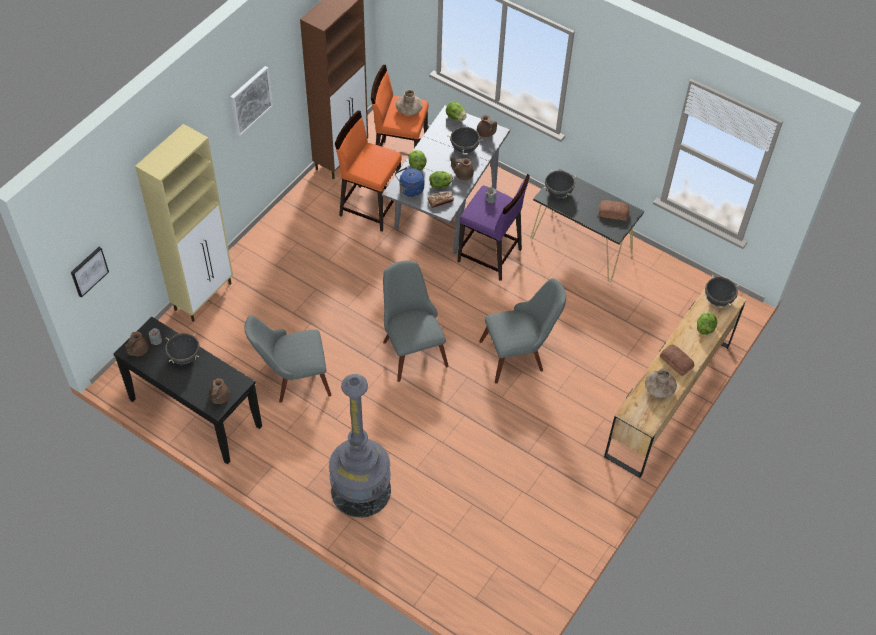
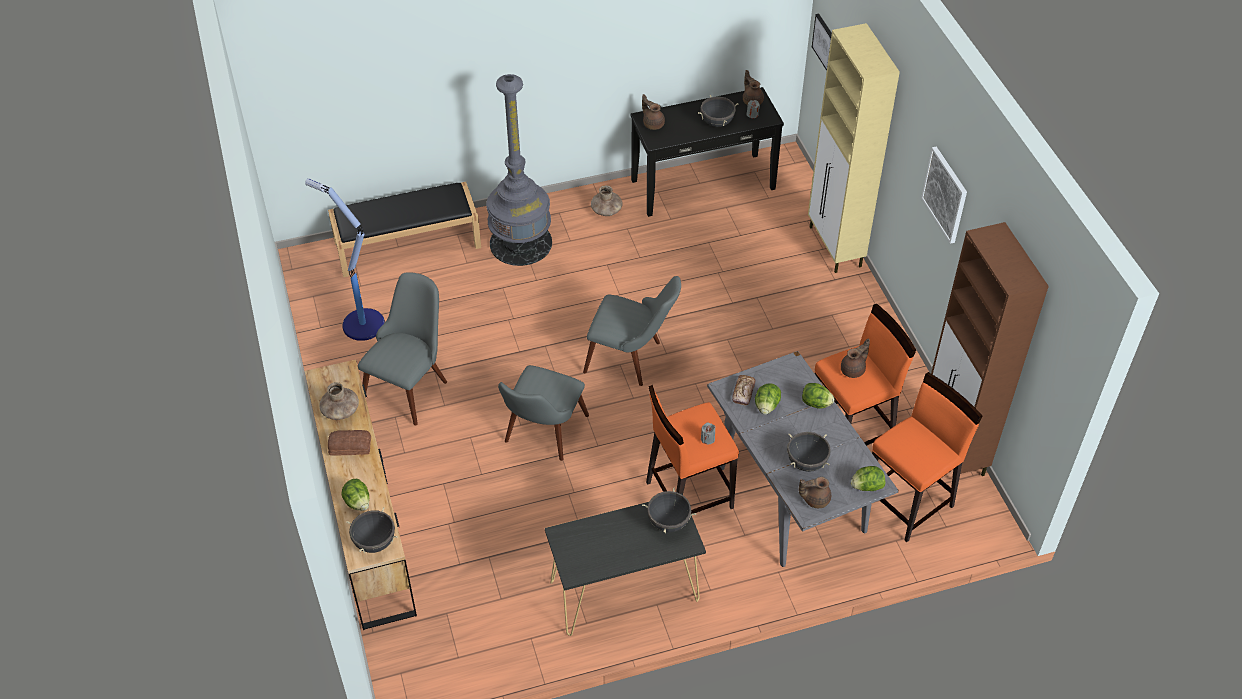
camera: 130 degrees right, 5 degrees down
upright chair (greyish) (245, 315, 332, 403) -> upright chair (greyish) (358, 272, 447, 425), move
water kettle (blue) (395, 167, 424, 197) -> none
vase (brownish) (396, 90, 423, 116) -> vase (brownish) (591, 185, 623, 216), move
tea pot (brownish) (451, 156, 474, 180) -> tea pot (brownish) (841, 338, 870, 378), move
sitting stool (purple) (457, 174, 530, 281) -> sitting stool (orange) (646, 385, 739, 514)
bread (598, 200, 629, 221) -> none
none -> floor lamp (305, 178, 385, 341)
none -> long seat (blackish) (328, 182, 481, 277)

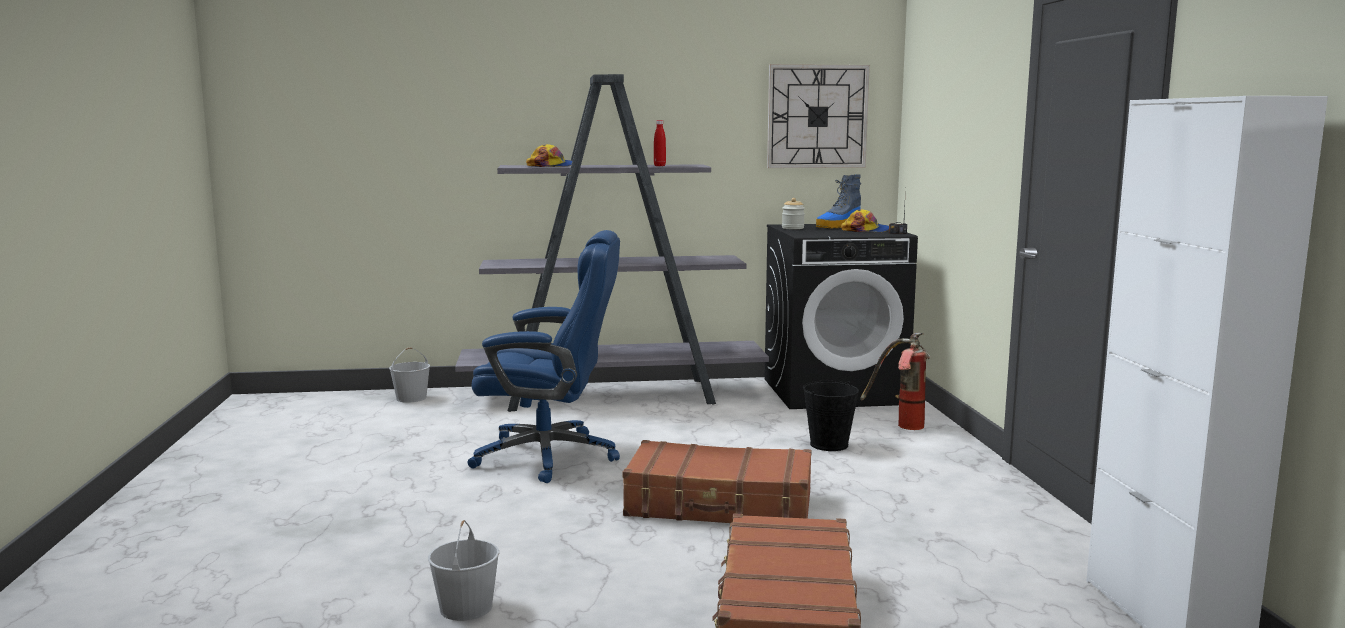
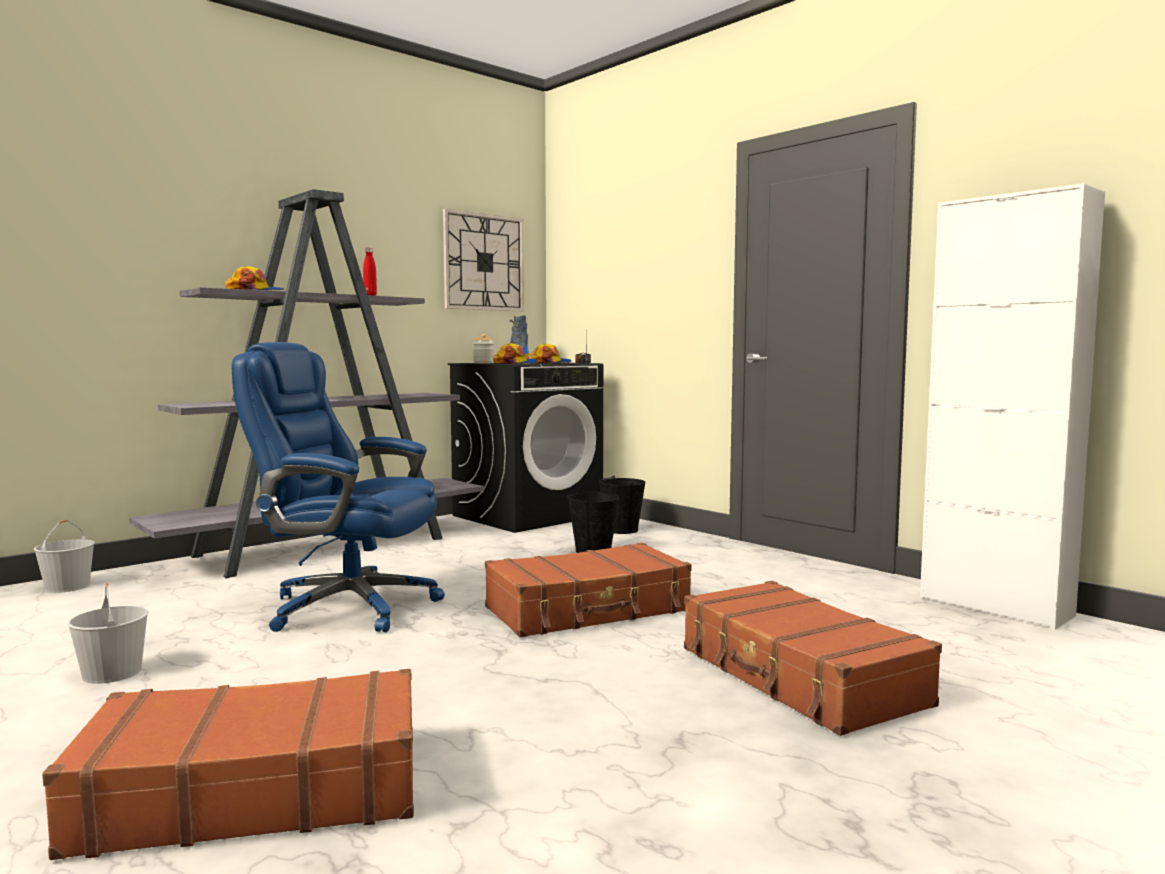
camera: 35 degrees left, 5 degrees down
water bucket (whitish) (428, 520, 499, 621) -> water bucket (whitish) (67, 583, 149, 684), move
office chair (blue) (467, 230, 620, 483) -> office chair (blue) (232, 342, 445, 632), 135 degrees counterclockwise
fire-fighting cylinder (860, 333, 930, 430) -> water bucket (blackish) (599, 476, 646, 534)
none -> piece of luggage (brownish) (42, 669, 414, 860)
none -> peaked cap (493, 343, 538, 364)

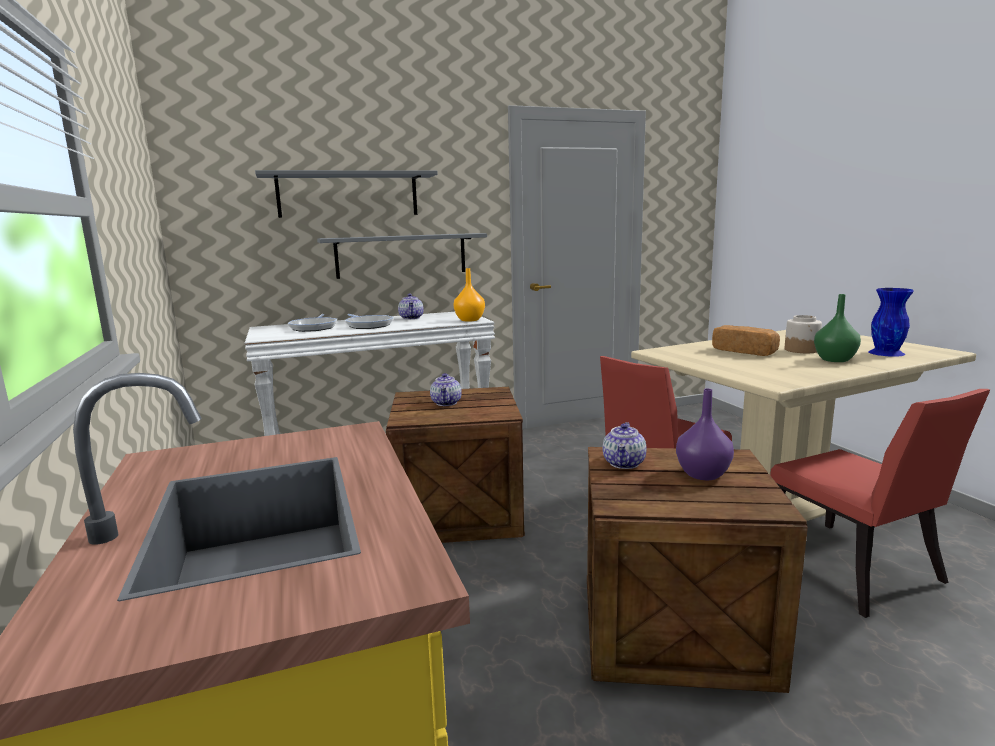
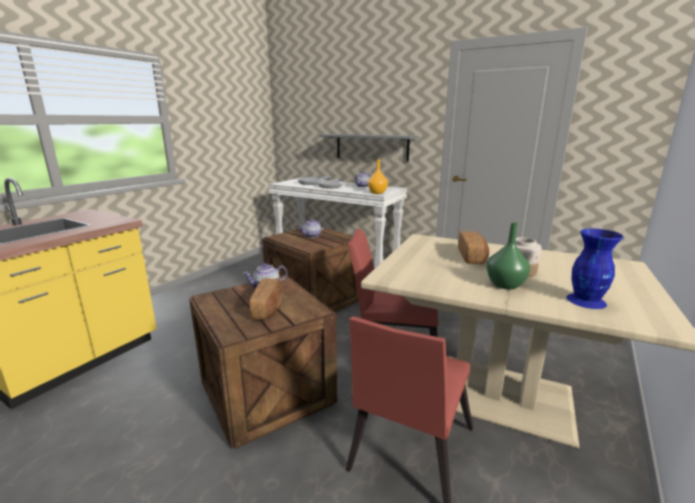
camera: 50 degrees right, 5 degrees up
shelf (greyish) (255, 170, 438, 218) -> none
vase (purple) (676, 389, 734, 480) -> bread (249, 278, 283, 319)

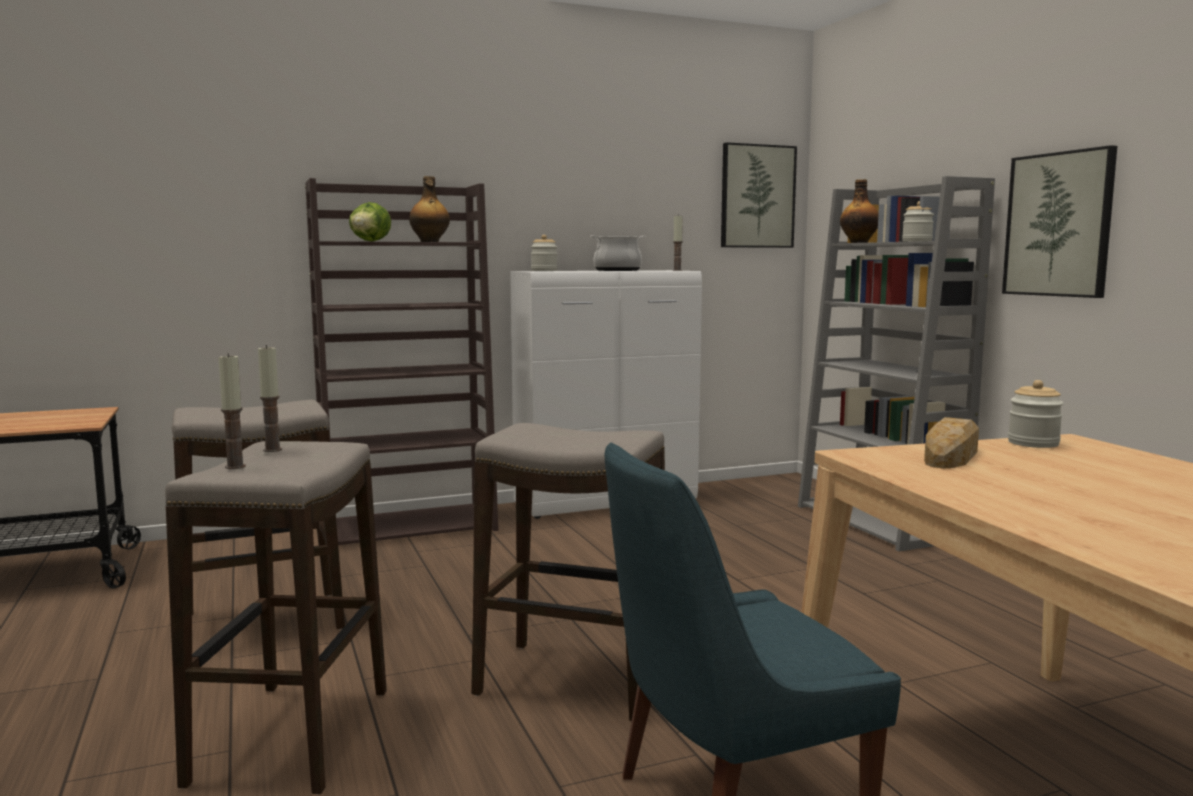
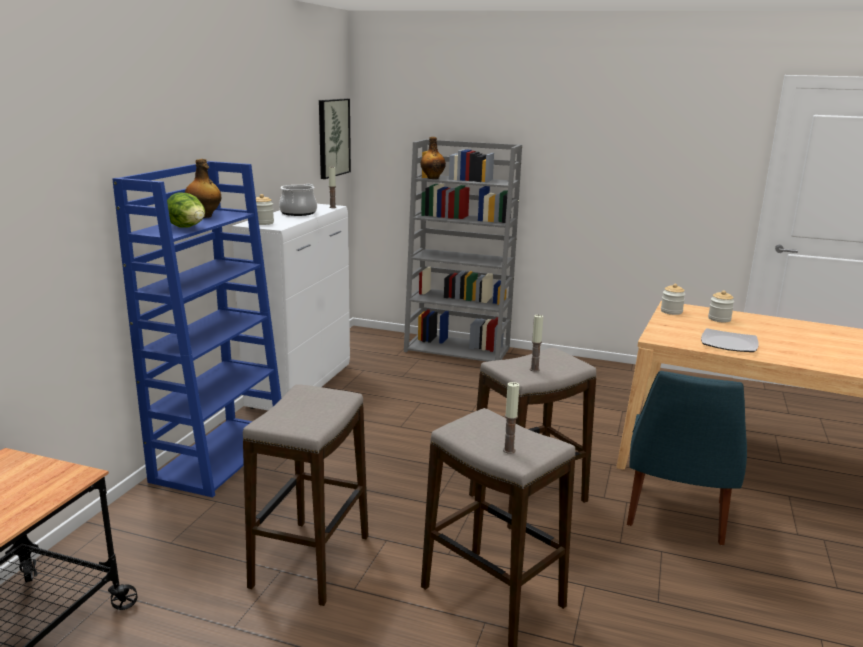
camera: 50 degrees left, 10 degrees up
wax candle (258, 345, 282, 452) -> wax candle (530, 314, 543, 372), move
shelving unit (brownish) (305, 178, 499, 545) -> shelving unit (blue) (112, 161, 281, 497)
storage jar (902, 201, 934, 242) -> storage jar (708, 290, 734, 322), move
bread (924, 417, 979, 469) -> none
wall picture (1002, 145, 1117, 298) -> none
none -> plate (701, 328, 759, 352)

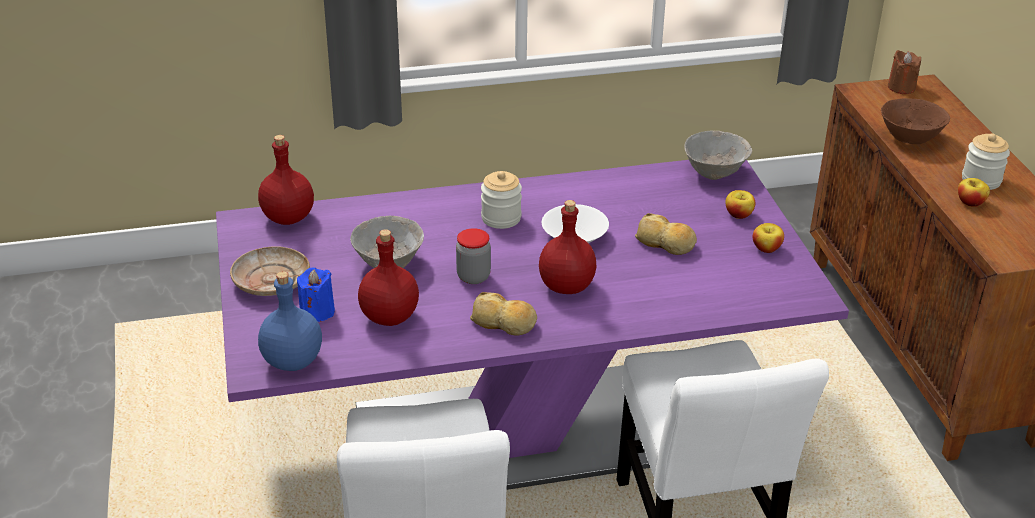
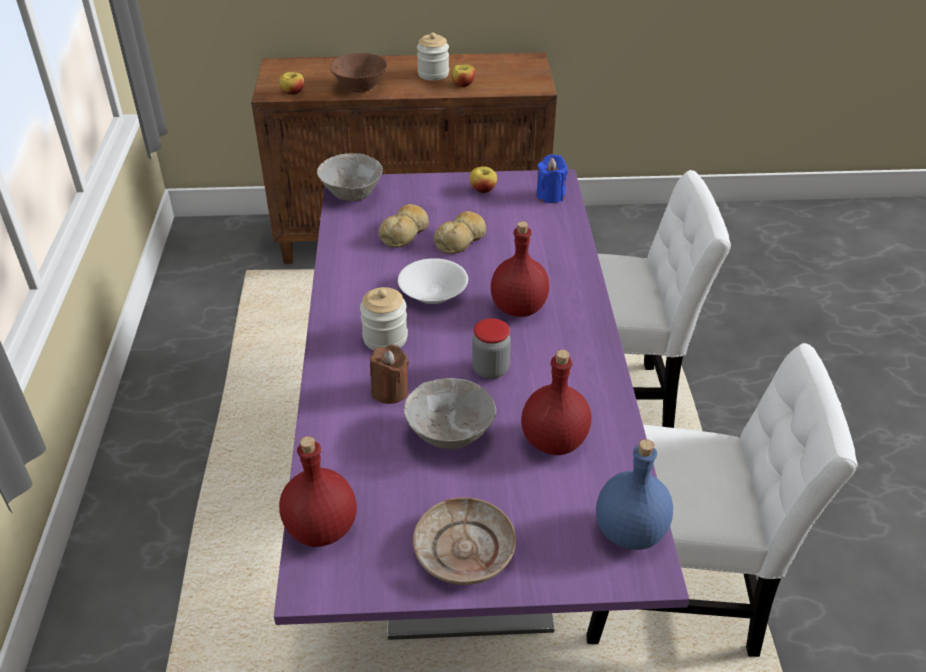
camera: 80 degrees left, 5 degrees up
wax candle (blue) (297, 268, 335, 322) -> wax candle (blue) (537, 154, 568, 203), move
bread (470, 292, 537, 336) -> bread (379, 204, 429, 248), move
apple fruit (725, 190, 755, 219) -> apple fruit (279, 72, 304, 95), move
wax candle (brownish) (888, 50, 921, 94) -> wax candle (brownish) (369, 344, 409, 404), move

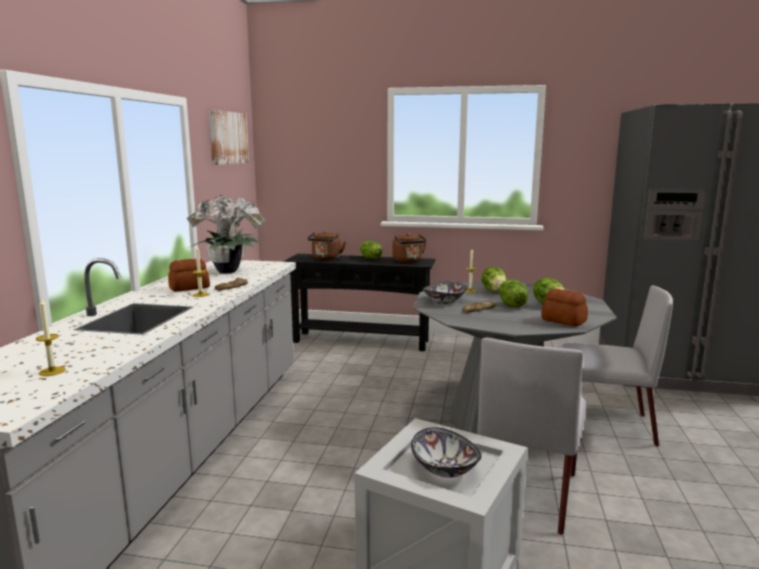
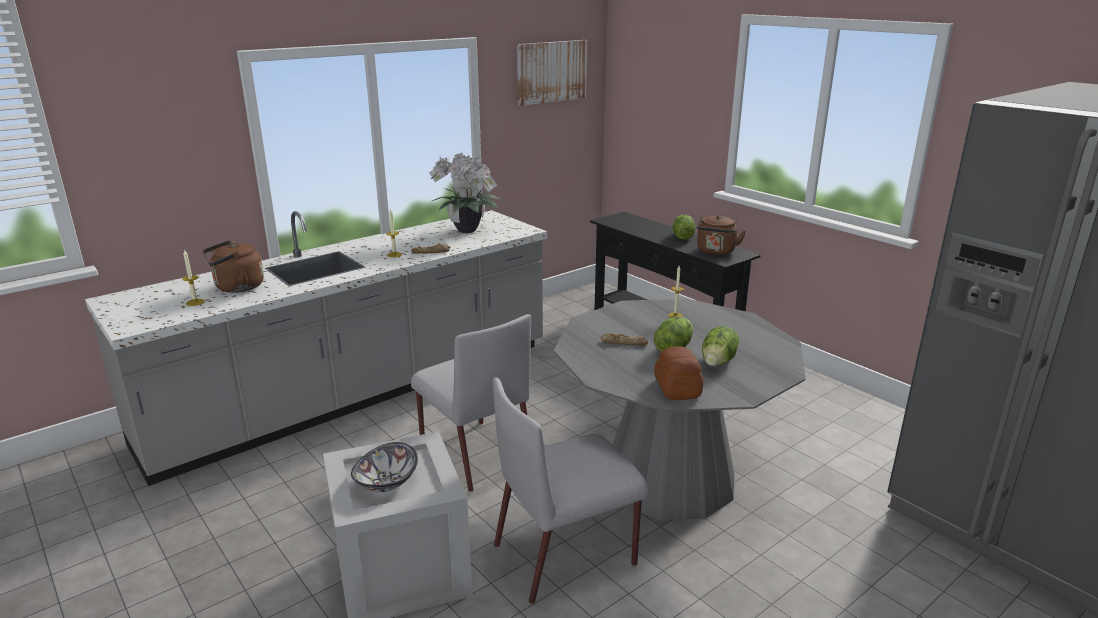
camera: 40 degrees right, 10 degrees up
bread (168, 259, 210, 292) -> none
water kettle (brownish) (307, 231, 346, 260) -> water kettle (brownish) (203, 240, 264, 293), move
serving bowl (422, 281, 467, 304) -> none
head of lettuce (481, 267, 507, 292) -> none
upright chair (greyish) (560, 285, 673, 447) -> upright chair (greyish) (411, 314, 531, 492), move

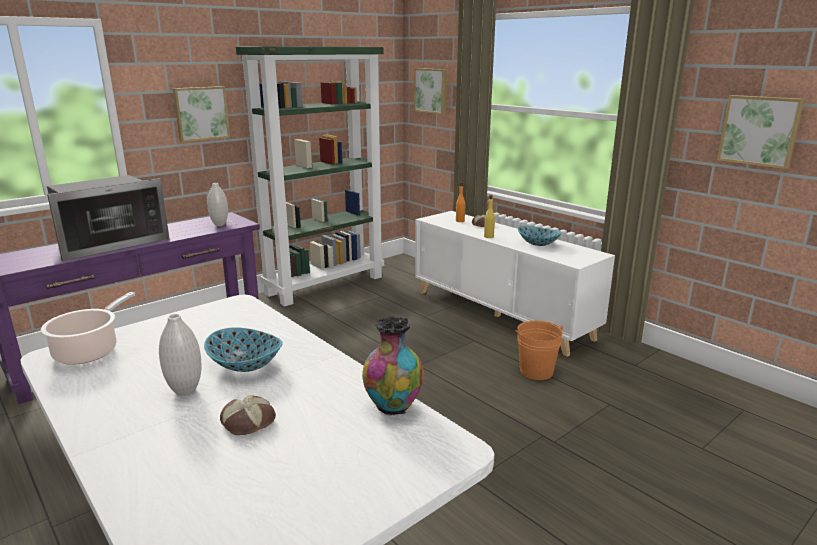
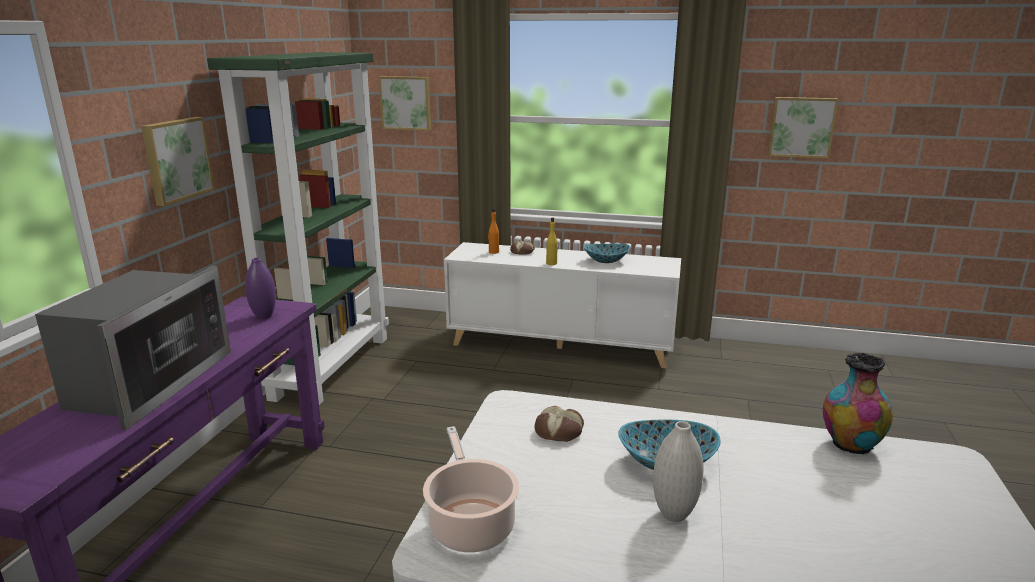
camera: 35 degrees left, 0 degrees up
vase (whitish) (207, 183, 228, 226) -> vase (purple) (245, 258, 276, 319)
bread (220, 395, 276, 435) -> bread (535, 406, 584, 442), move
water bucket (orange) (515, 321, 563, 380) -> none

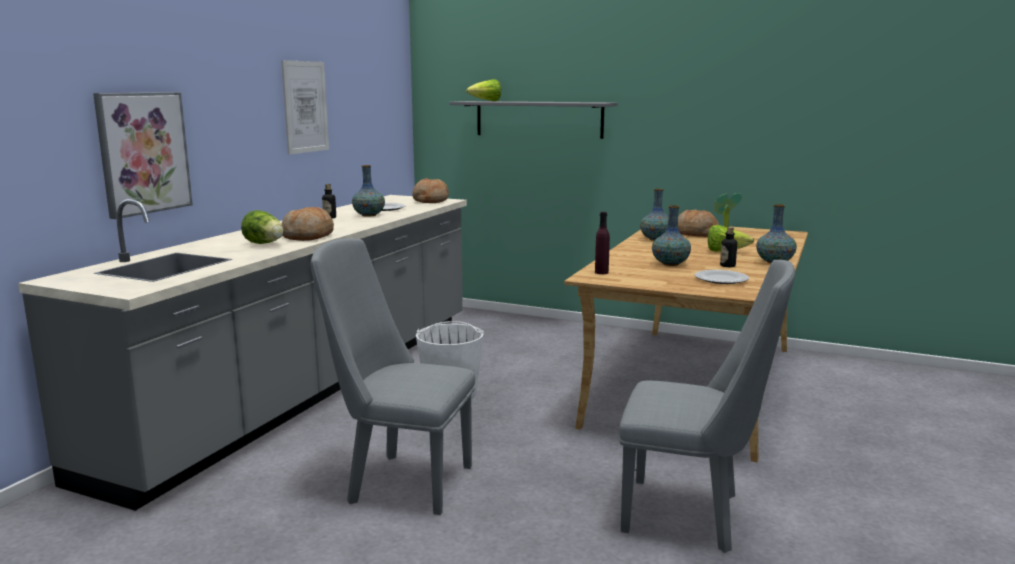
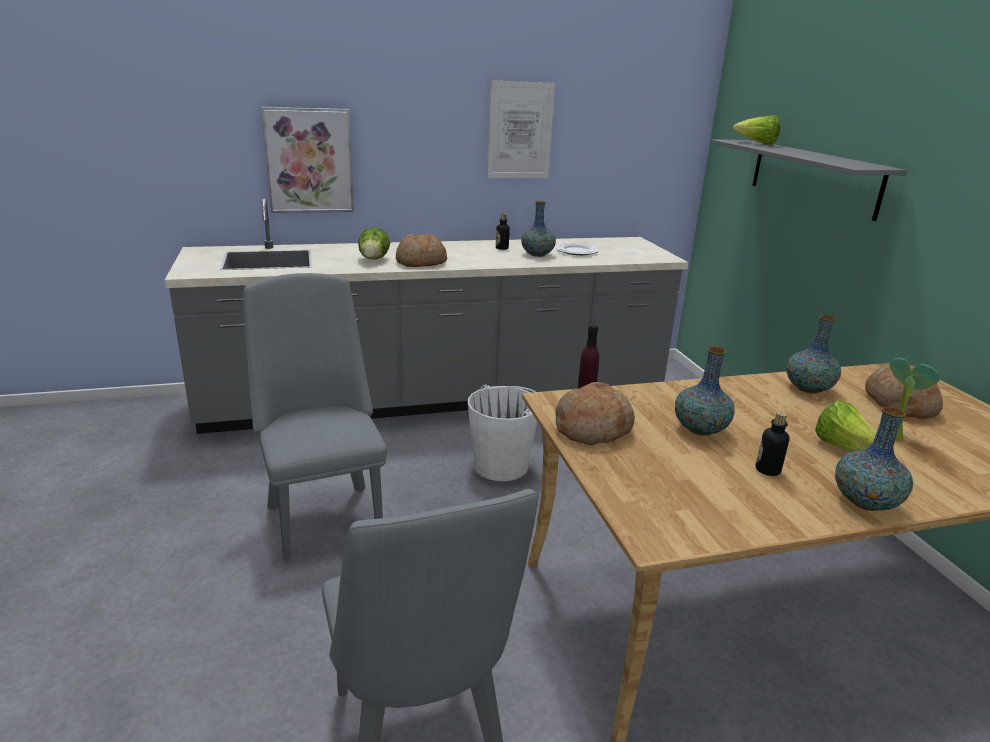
camera: 50 degrees right, 10 degrees up
bread (412, 178, 449, 203) -> bread (555, 382, 635, 445), move
plate (695, 270, 749, 284) -> none

